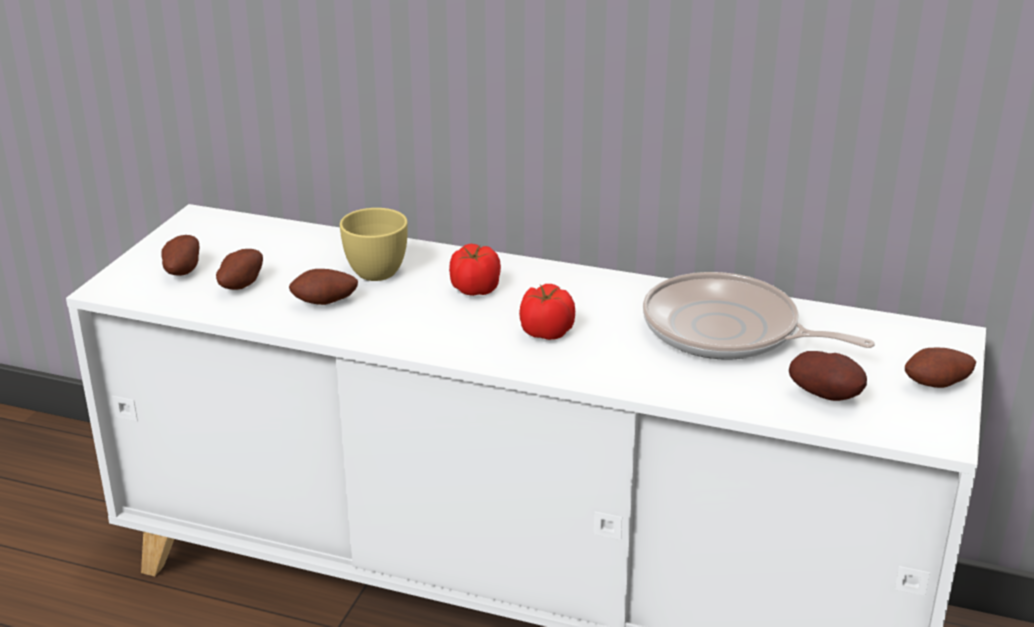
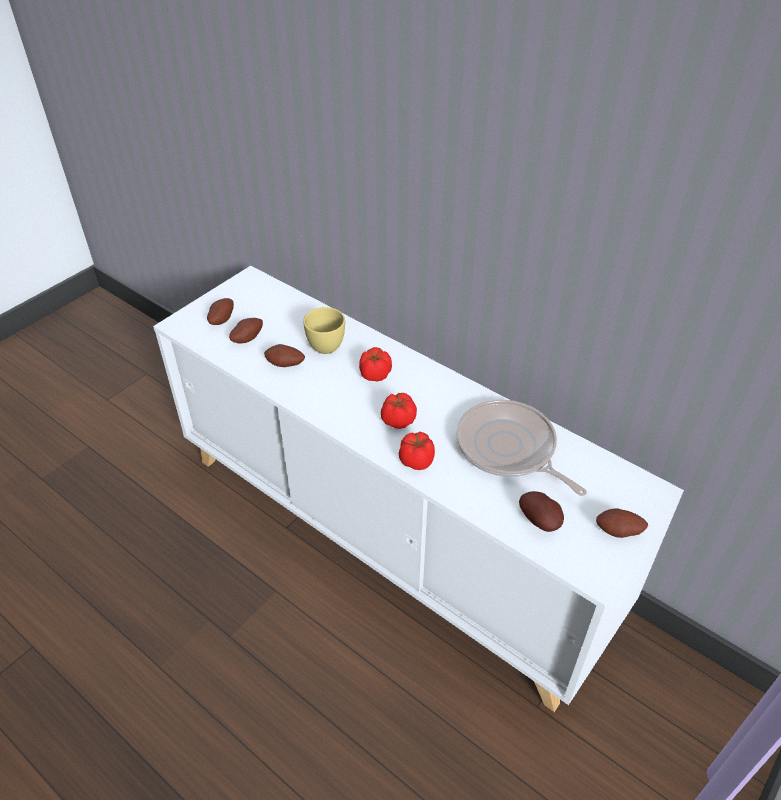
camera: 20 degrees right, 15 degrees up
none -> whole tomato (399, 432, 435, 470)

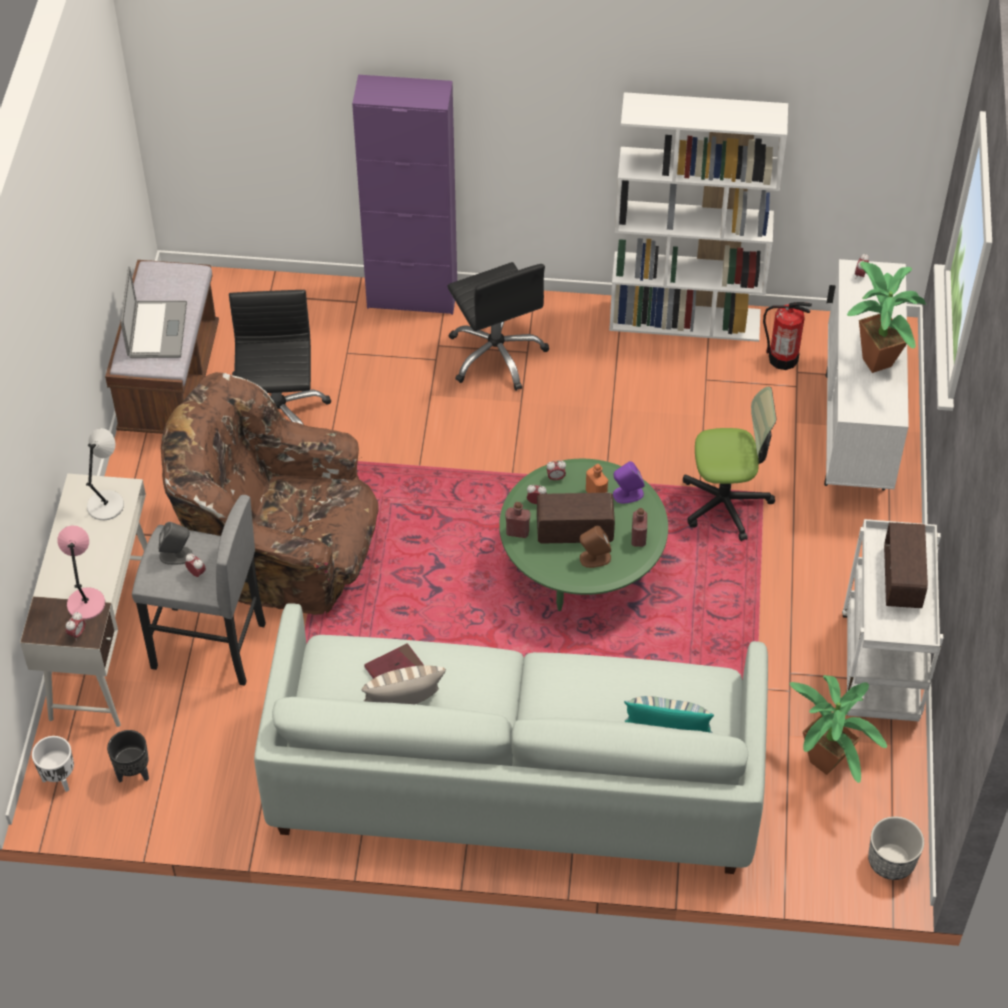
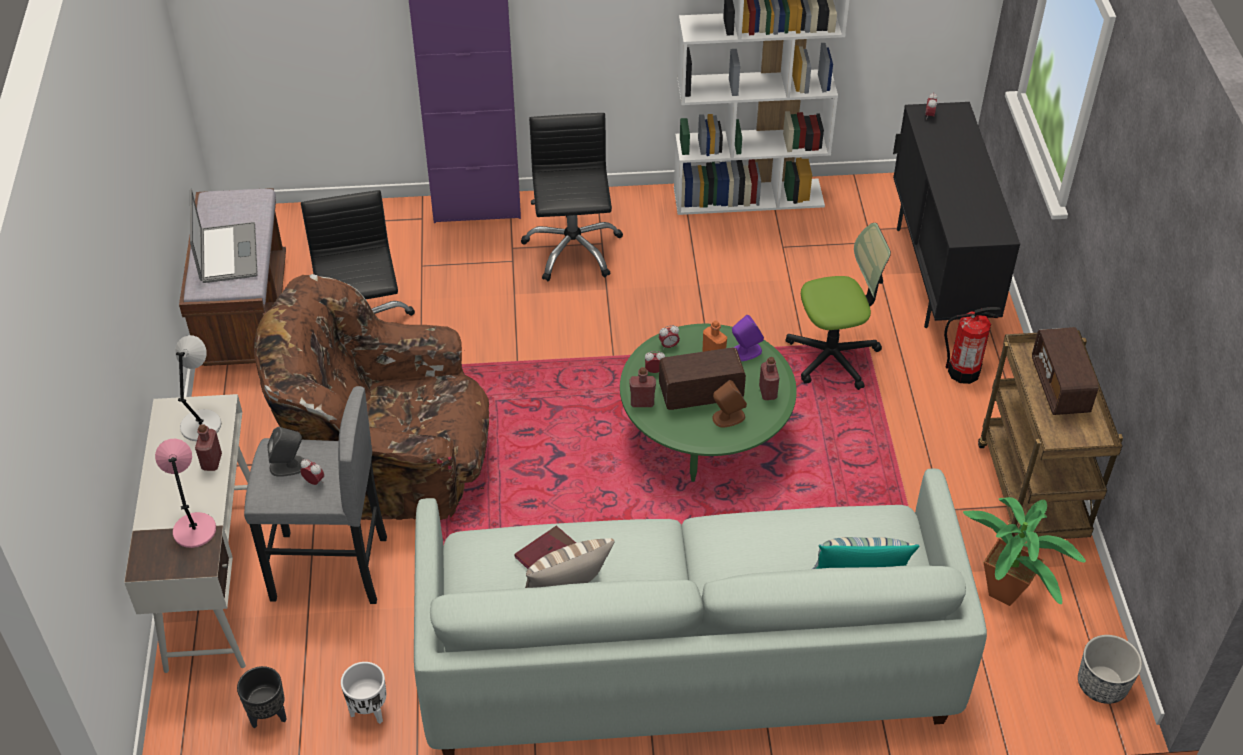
camera: 10 degrees left, 5 degrees down
flower pot (whitish) (32, 736, 74, 792) -> flower pot (whitish) (341, 662, 386, 724), move
table clock (66, 612, 85, 641) -> none
office chair (blackish) (447, 262, 549, 391) -> office chair (blackish) (521, 113, 623, 281), 150 degrees counterclockwise
fire-fighting cylinder (763, 302, 812, 370) -> fire-fighting cylinder (944, 307, 1001, 384), move
storage cabinet (whitish) (824, 259, 909, 491) -> storage cabinet (blackish) (893, 102, 1020, 328)
cart (whitish) (842, 519, 943, 721) -> cart (brownish) (978, 330, 1123, 539)
houseplant (847, 261, 926, 373) -> none
none -> beverage bottle (red-coloured) (195, 424, 222, 471)

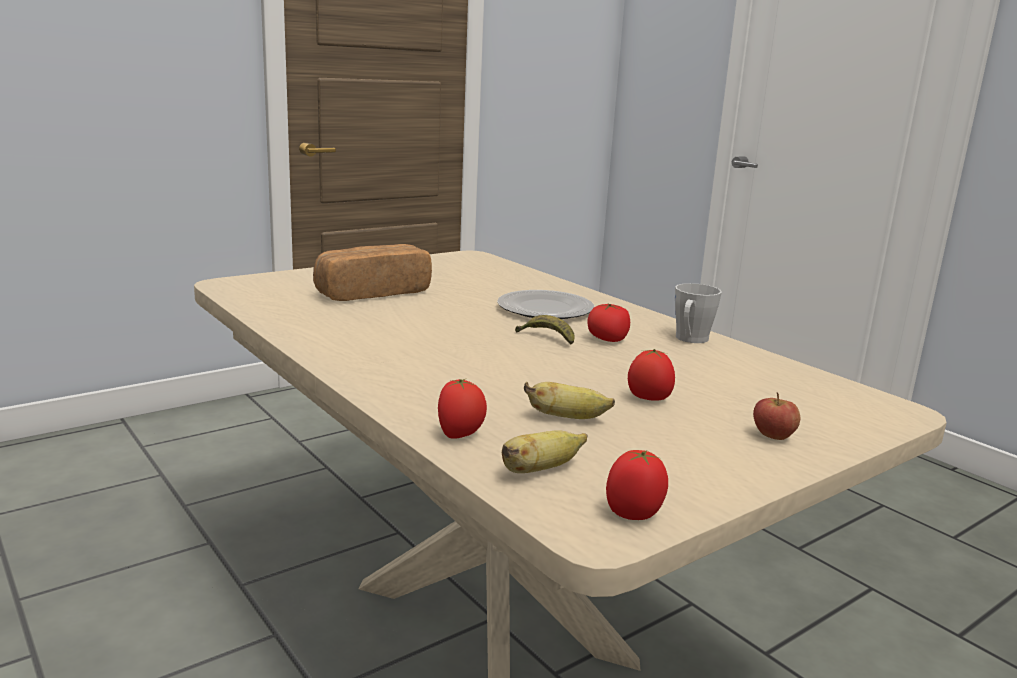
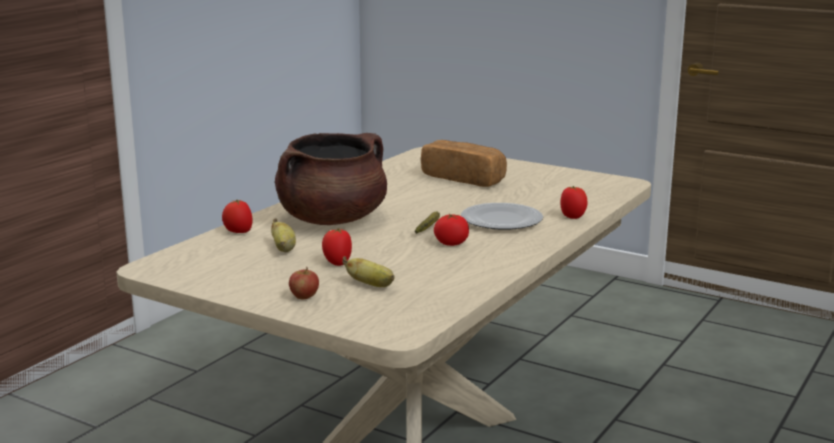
camera: 70 degrees right, 0 degrees up
whole banana (502, 430, 588, 473) -> whole banana (342, 256, 395, 287), move
whole tomato (606, 450, 668, 520) -> whole tomato (560, 186, 588, 219), move
coffee mug (greyish) (675, 283, 722, 343) -> none
none -> saucepot (brownish) (275, 133, 387, 225)

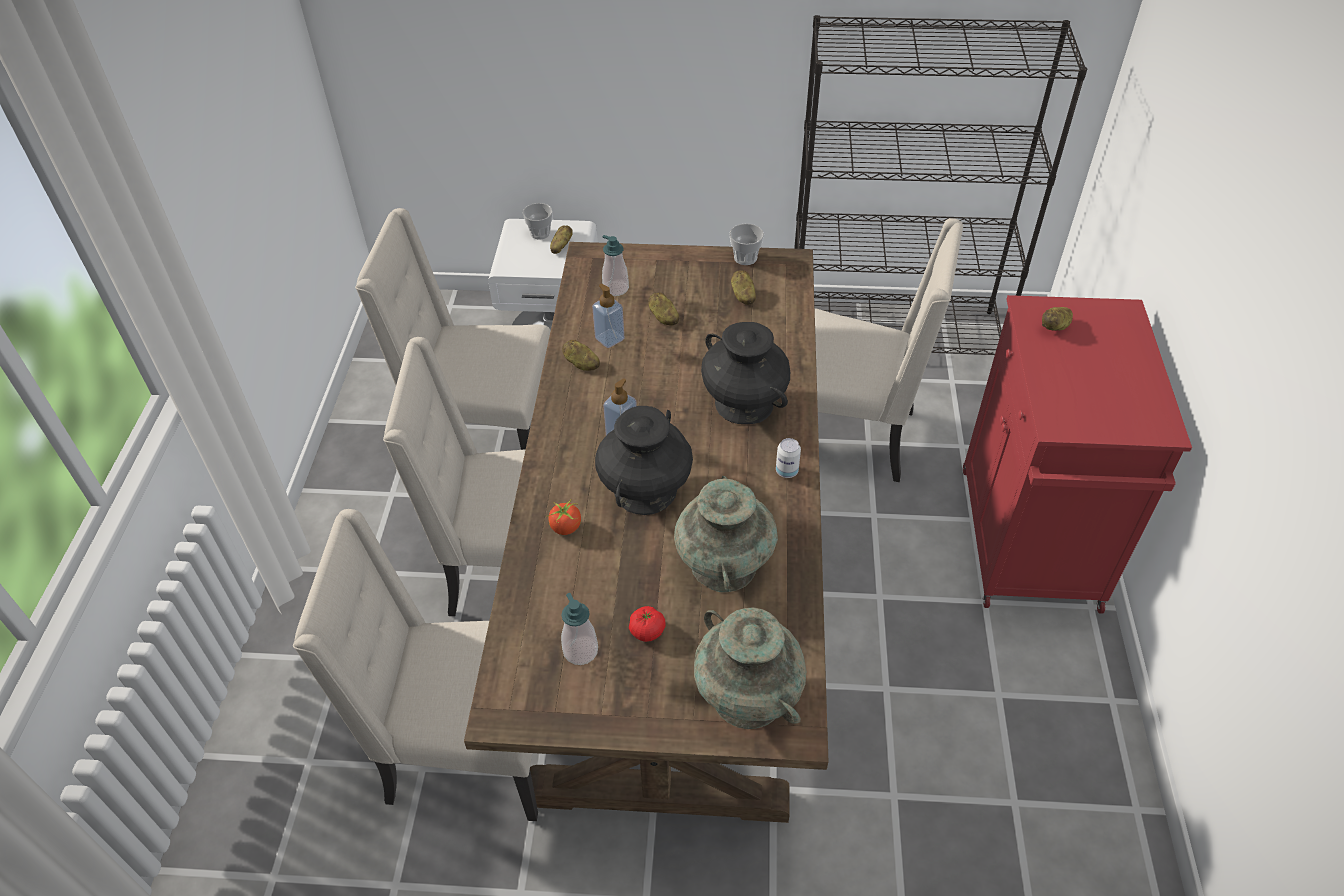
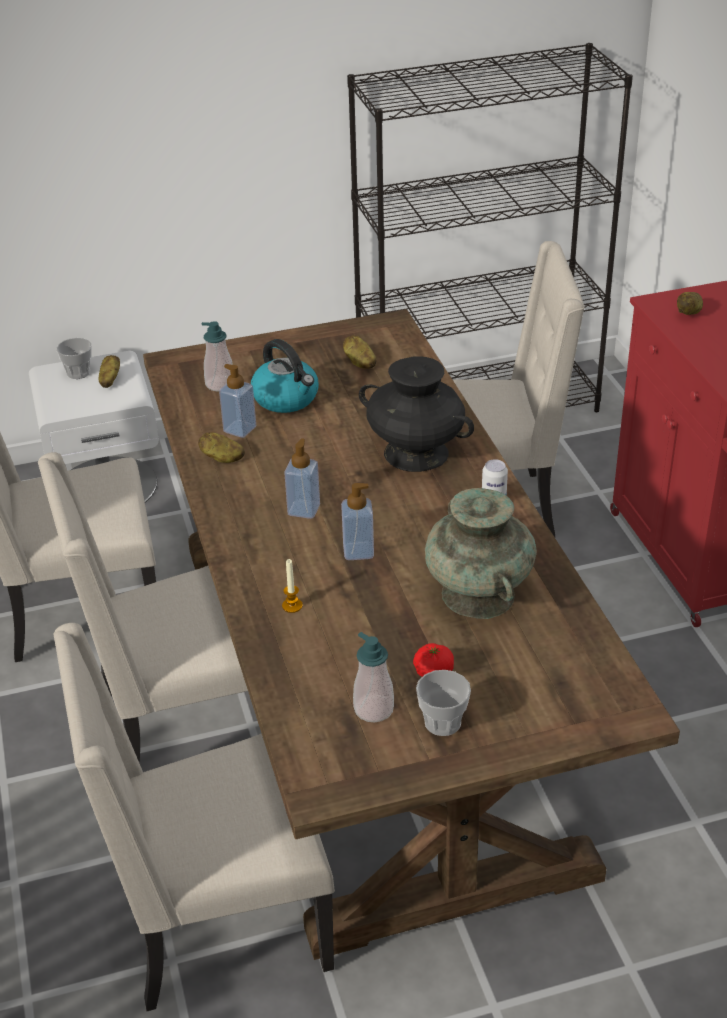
camera: 20 degrees left, 10 degrees down
whole tomato (548, 500, 581, 535) -> wax candle (282, 559, 303, 613)
vase (blackish) (595, 406, 693, 515) -> soap dispenser (341, 483, 374, 560)
spud (648, 292, 679, 326) -> water kettle (251, 339, 319, 413)
vase (turquoise) (694, 607, 806, 729) -> none
drinking cup (729, 223, 764, 265) -> drinking cup (416, 670, 471, 736), move

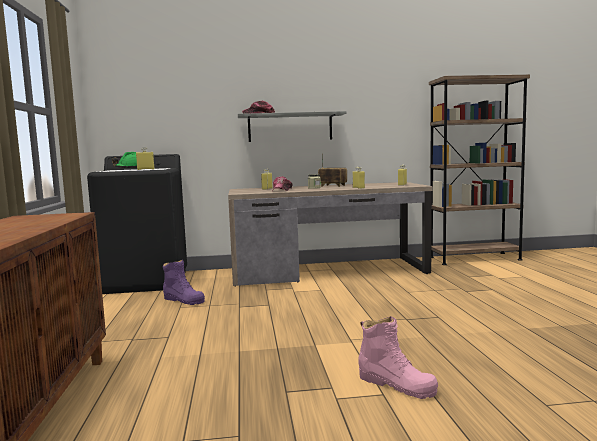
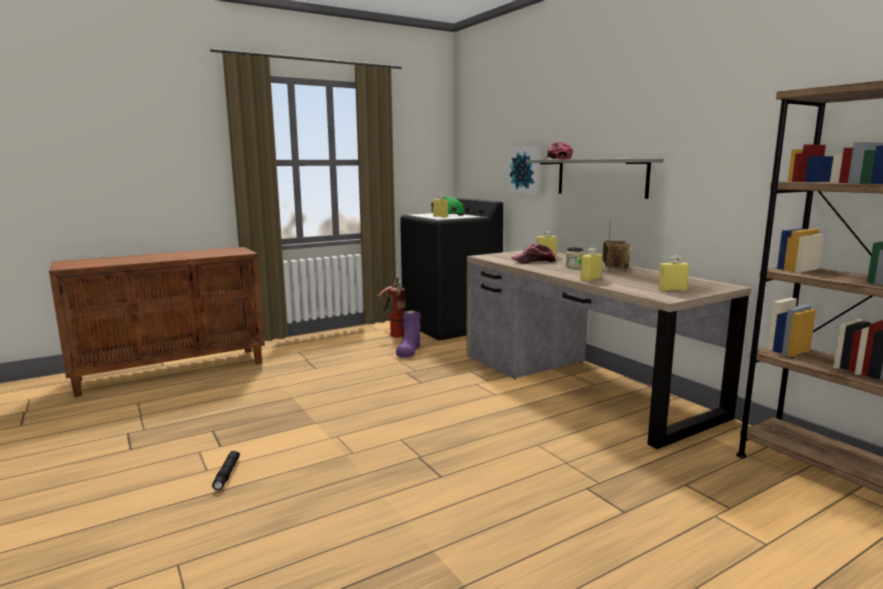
camera: 65 degrees right, 5 degrees up
high-top boot (pink) (359, 316, 438, 399) -> flashlight (blackish) (212, 451, 240, 490)
none -> fire-fighting cylinder (377, 277, 406, 338)
none -> wall picture (508, 147, 542, 194)

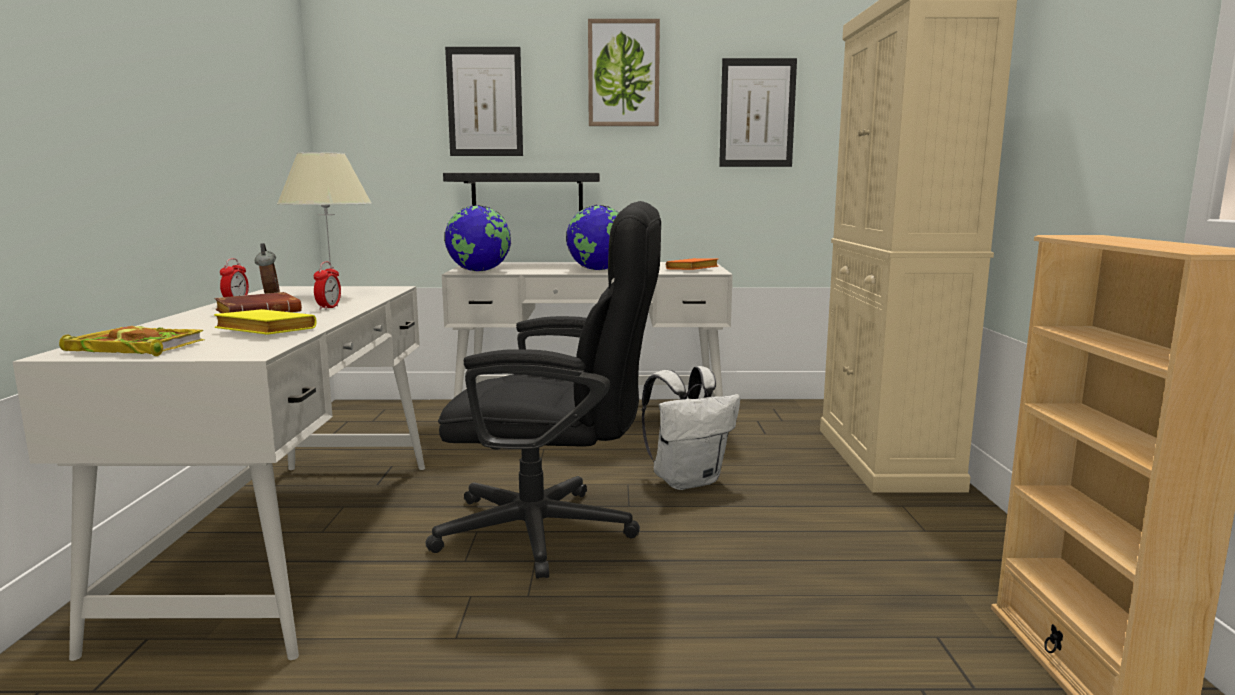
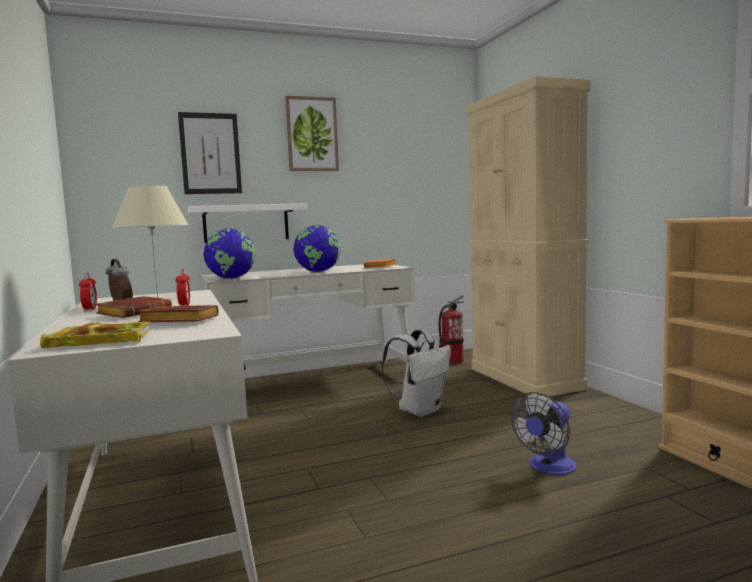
camera: 20 degrees left, 5 degrees down
book (yellowish) (214, 309, 317, 335) -> book (brownish) (137, 305, 219, 322)
office chair (blackish) (425, 201, 661, 579) -> none
shelf (blackish) (443, 173, 600, 211) -> shelf (whitish) (188, 203, 308, 243)
wall picture (719, 58, 797, 167) -> none
none -> fire-fighting cylinder (439, 295, 465, 364)
none -> electric fan (511, 392, 577, 475)

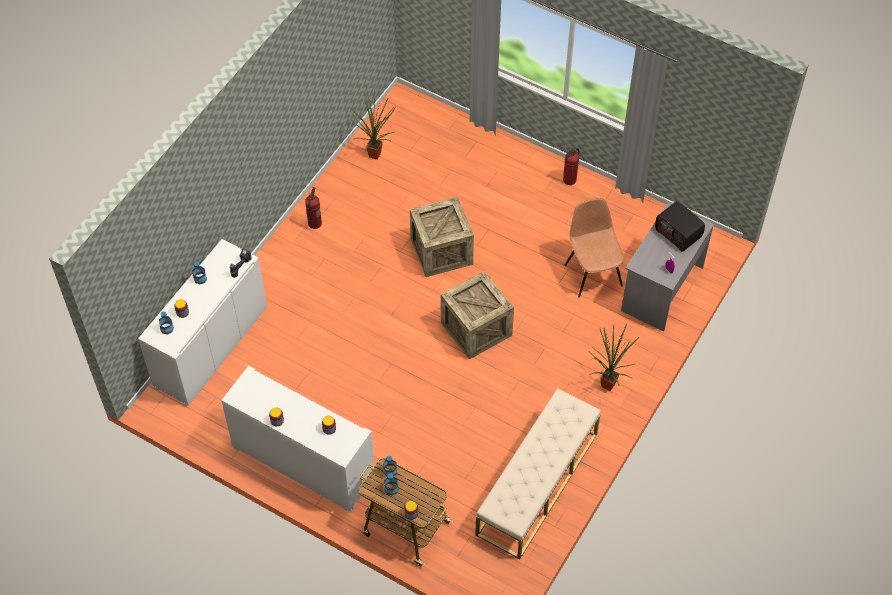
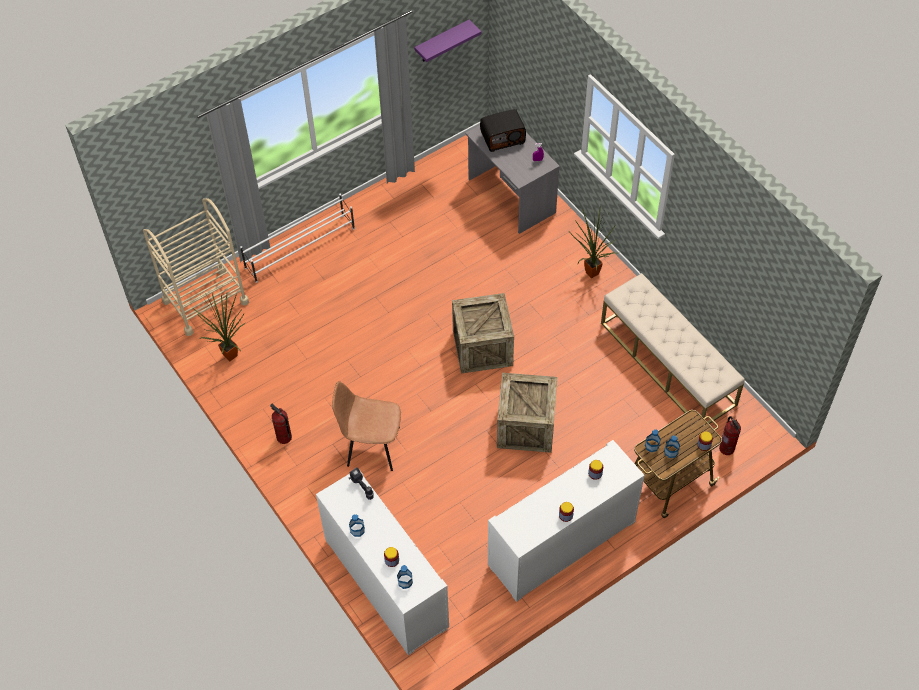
camera: 65 degrees left, 0 degrees up
shipping crate (410, 197, 474, 277) -> shipping crate (497, 373, 557, 453), move
fire-fighting cylinder (563, 148, 579, 185) -> fire-fighting cylinder (719, 416, 741, 455), move
upright chair (brownish) (564, 198, 624, 298) -> upright chair (brownish) (332, 381, 401, 471), move
none -> cart (sand-coloured) (143, 198, 249, 336)
none -> shoe shelf (whitish) (240, 193, 355, 283)
none -> shelf (purple) (414, 20, 481, 62)

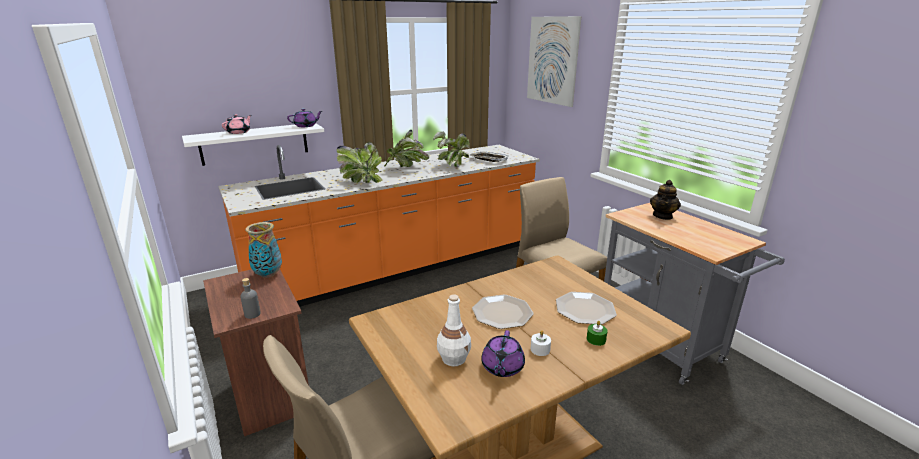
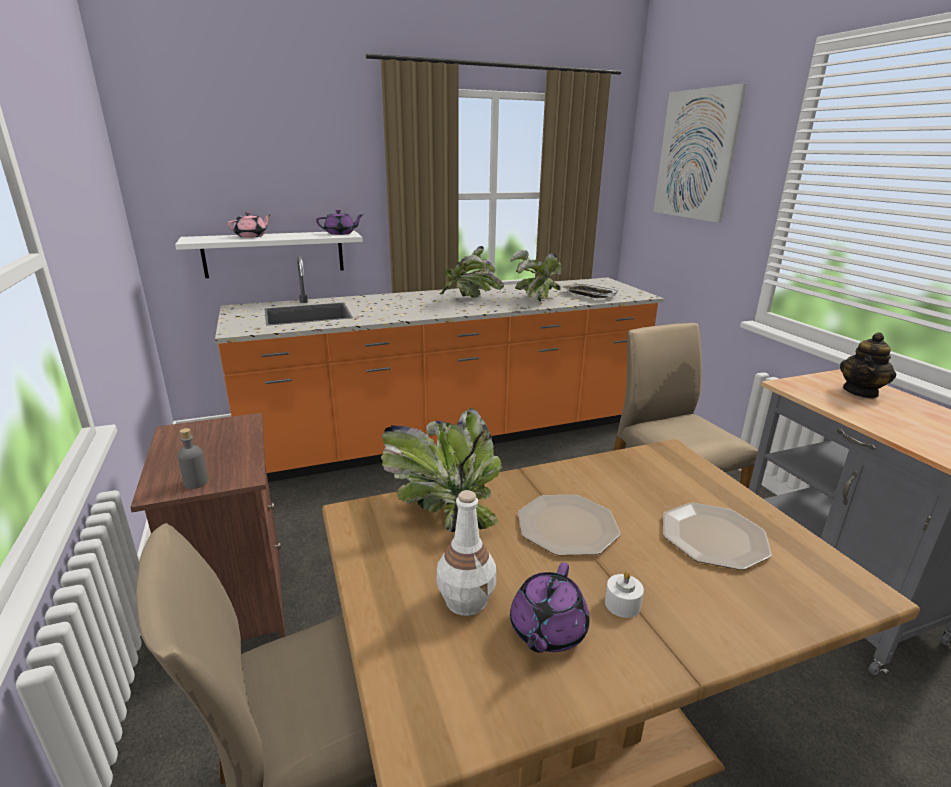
camera: 10 degrees right, 0 degrees up
vase (246, 222, 282, 278) -> none
houseplant (336, 142, 382, 183) -> houseplant (381, 408, 502, 532), move
wax candle (greenish) (587, 321, 608, 346) -> none

